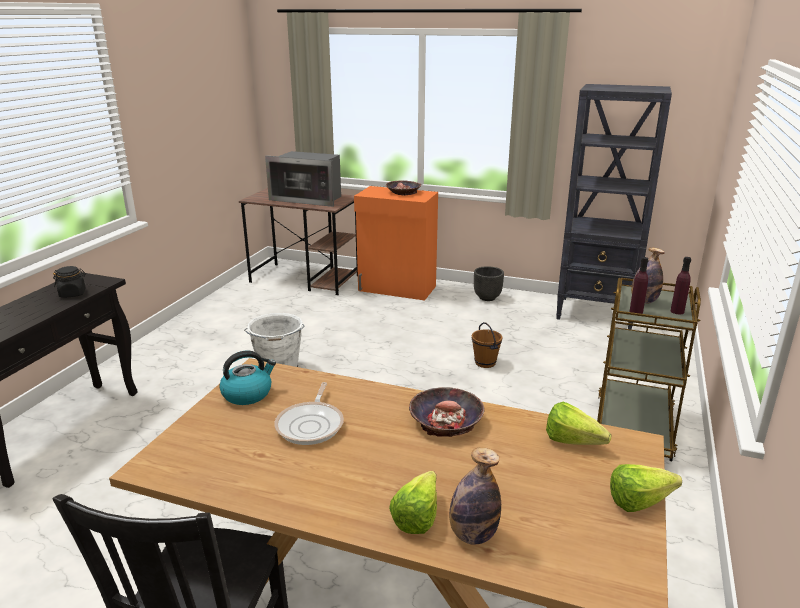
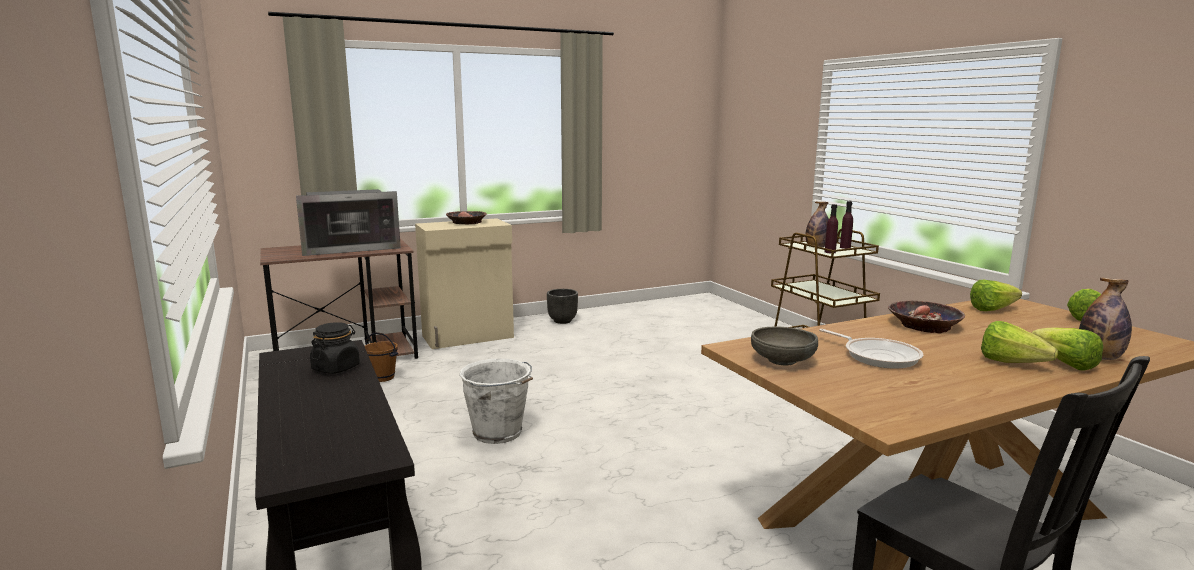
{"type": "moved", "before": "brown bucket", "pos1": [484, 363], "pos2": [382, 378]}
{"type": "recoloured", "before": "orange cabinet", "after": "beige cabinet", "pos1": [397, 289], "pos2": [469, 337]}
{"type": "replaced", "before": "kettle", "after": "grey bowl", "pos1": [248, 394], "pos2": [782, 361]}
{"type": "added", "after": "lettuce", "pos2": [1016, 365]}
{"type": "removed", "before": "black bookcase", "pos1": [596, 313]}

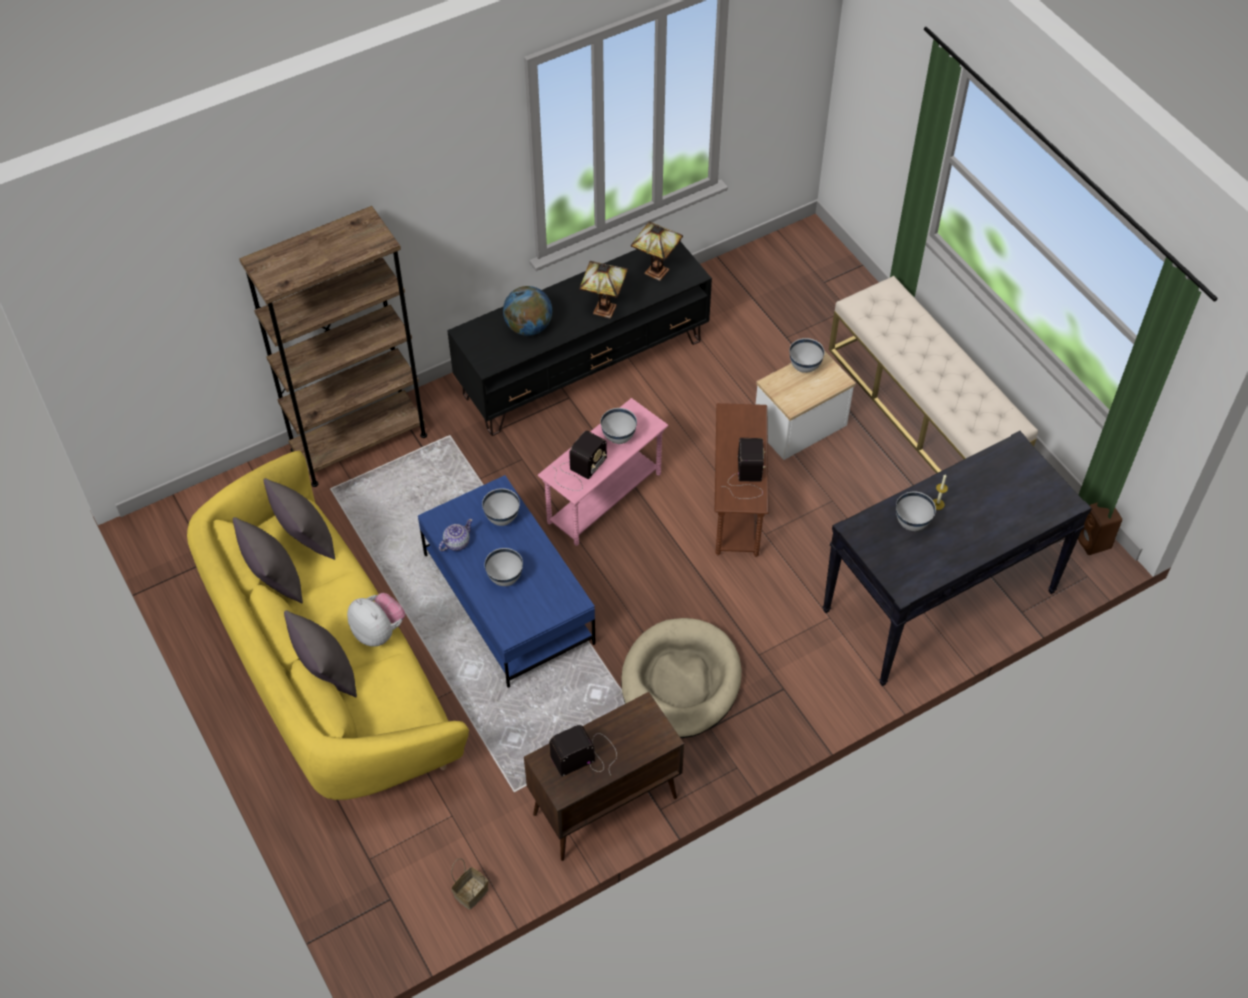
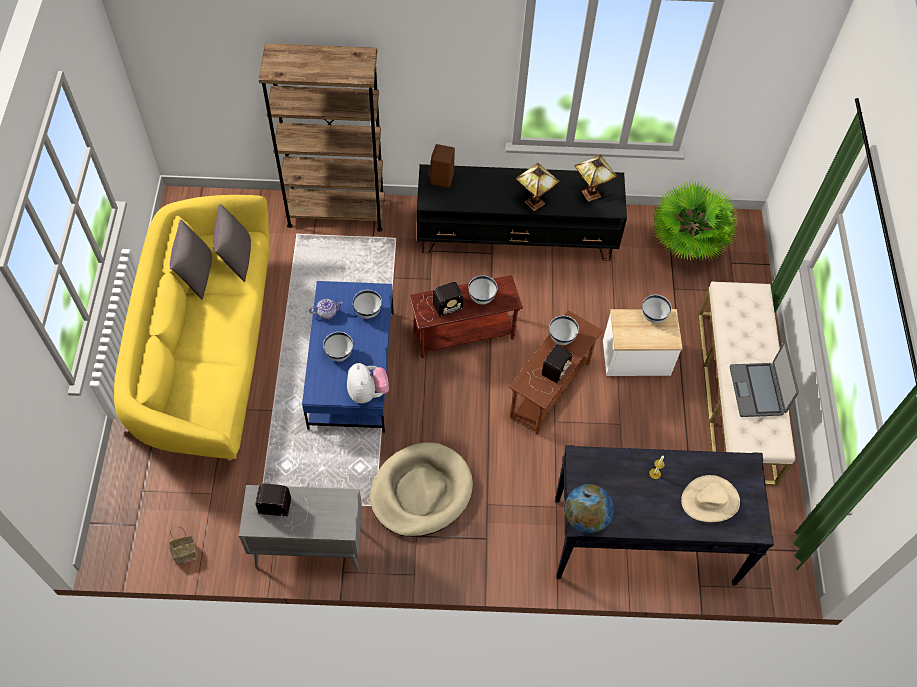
{"type": "recoloured", "before": "brown cabinet", "after": "grey cabinet", "pos1": [604, 807], "pos2": [308, 547]}
{"type": "moved", "before": "plush toy", "pos1": [378, 631], "pos2": [367, 392]}
{"type": "recoloured", "before": "pink side table", "after": "brown side table", "pos1": [603, 498], "pos2": [463, 335]}
{"type": "moved", "before": "brown speaker", "pos1": [1093, 542], "pos2": [442, 179]}
{"type": "moved", "before": "white bowl", "pos1": [912, 523], "pos2": [562, 338]}
{"type": "moved", "before": "globe", "pos1": [528, 327], "pos2": [586, 517]}
{"type": "added", "after": "potted plant", "pos2": [686, 246]}
{"type": "added", "after": "beige hat", "pos2": [710, 500]}
{"type": "added", "after": "laptop", "pos2": [757, 390]}
{"type": "removed", "before": "grey pillow", "pos1": [326, 674]}

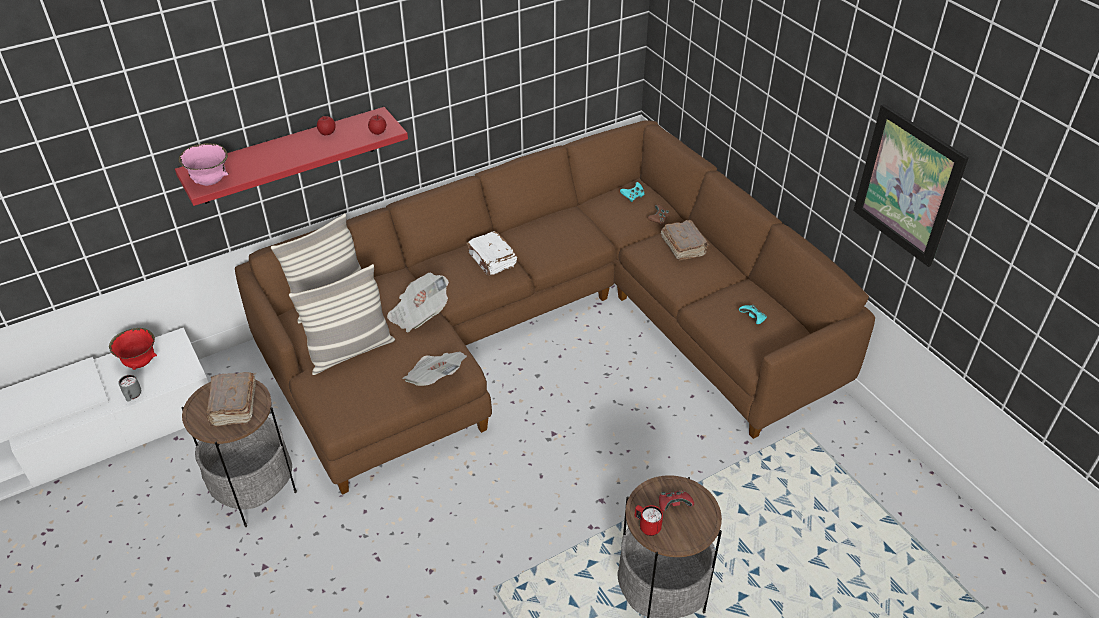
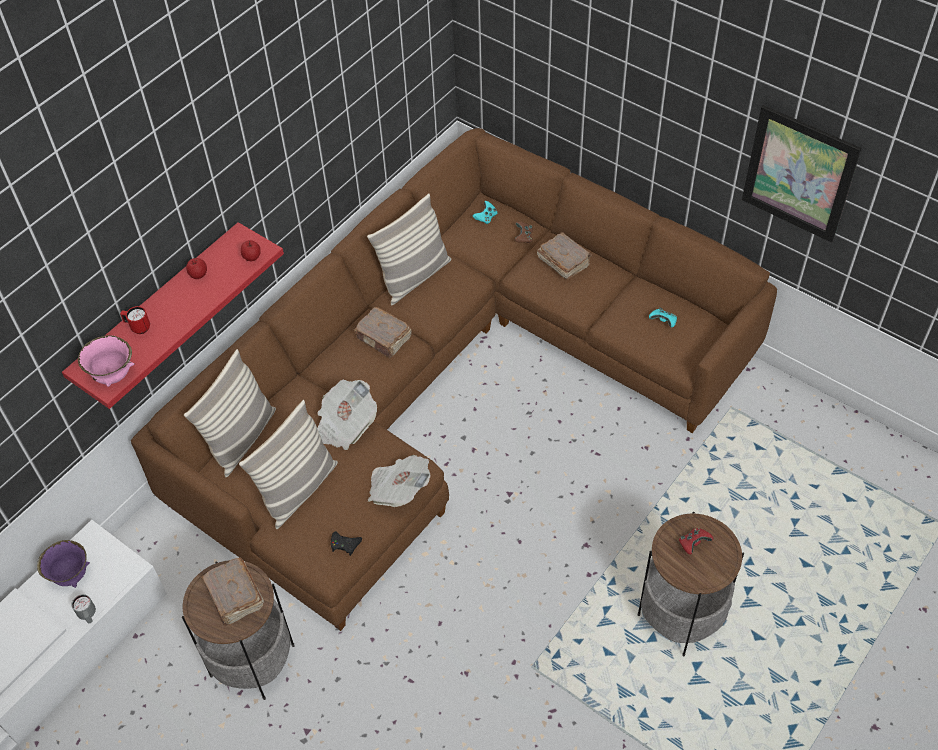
{"type": "recoloured", "before": "red bowl", "after": "purple bowl", "pos1": [140, 363], "pos2": [71, 575]}
{"type": "moved", "before": "red mug", "pos1": [647, 527], "pos2": [138, 327]}
{"type": "added", "after": "black game controller", "pos2": [345, 544]}
{"type": "recoloured", "before": "white book", "after": "brown book", "pos1": [492, 260], "pos2": [384, 338]}
{"type": "added", "after": "pillow", "pos2": [414, 277]}

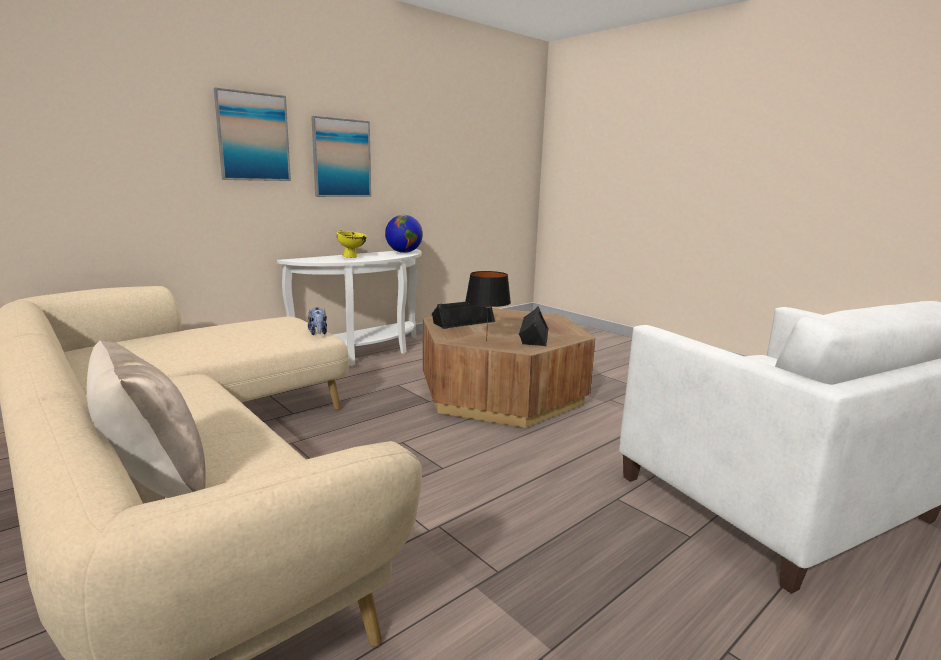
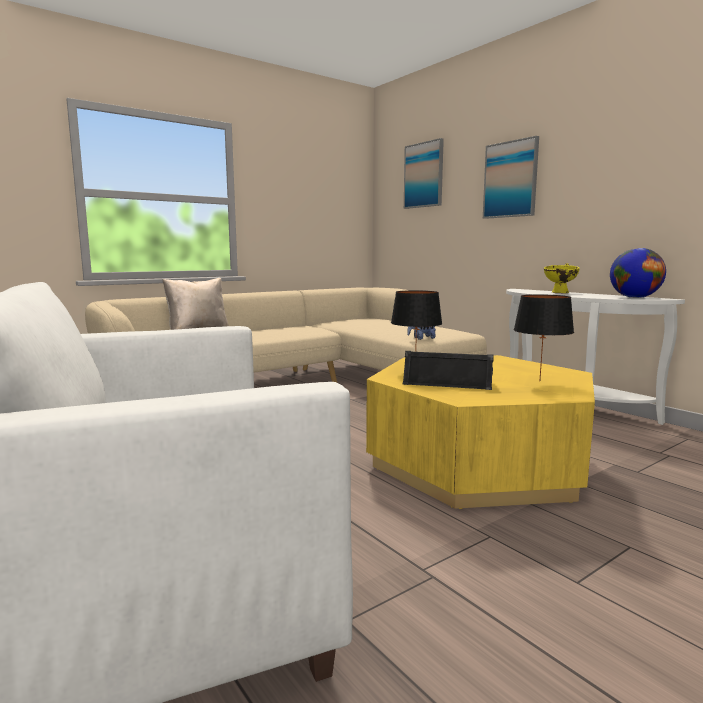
{"type": "recoloured", "before": "brown coffee table", "after": "yellow coffee table", "pos1": [501, 393], "pos2": [478, 462]}
{"type": "moved", "before": "picture", "pos1": [341, 158], "pos2": [424, 175]}
{"type": "added", "after": "black table lamp", "pos2": [539, 381]}
{"type": "removed", "before": "black speaker", "pos1": [463, 322]}

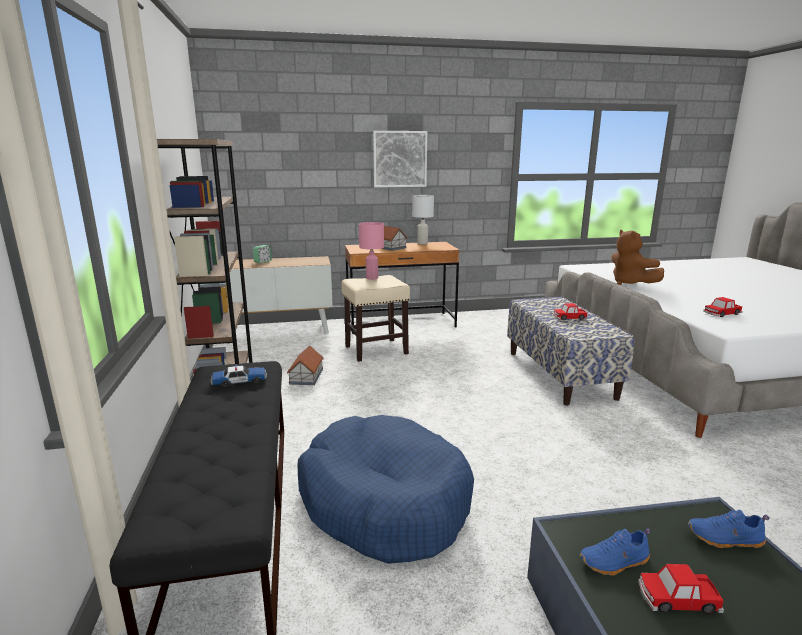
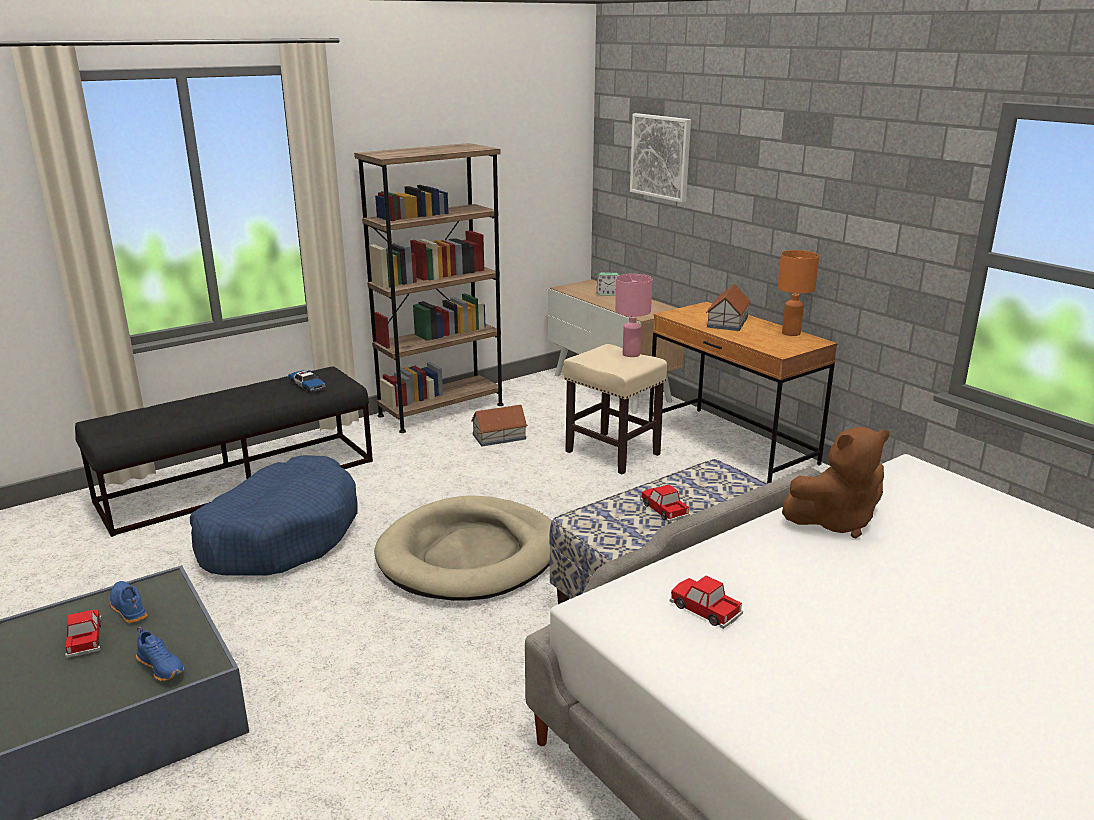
{"type": "turned", "before": "blue shoe", "pos1": [725, 539], "pos2": [162, 666], "turn": 150}
{"type": "added", "after": "beige dog bed", "pos2": [470, 555]}
{"type": "moved", "before": "picture", "pos1": [400, 159], "pos2": [661, 157]}
{"type": "recoloured", "before": "white table lamp", "after": "orange table lamp", "pos1": [422, 243], "pos2": [791, 333]}
{"type": "turned", "before": "brown plush toy", "pos1": [630, 283], "pos2": [835, 522], "turn": -150}

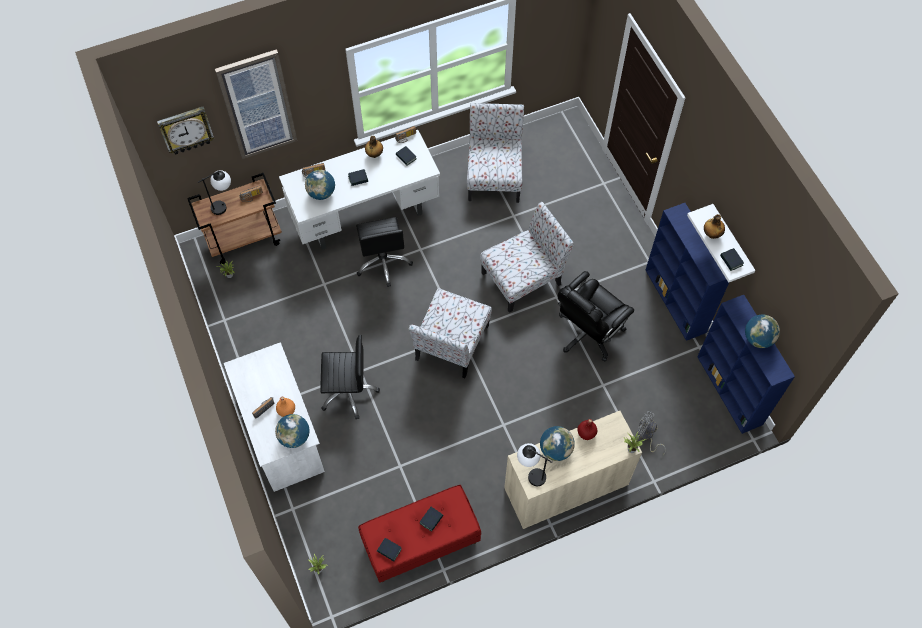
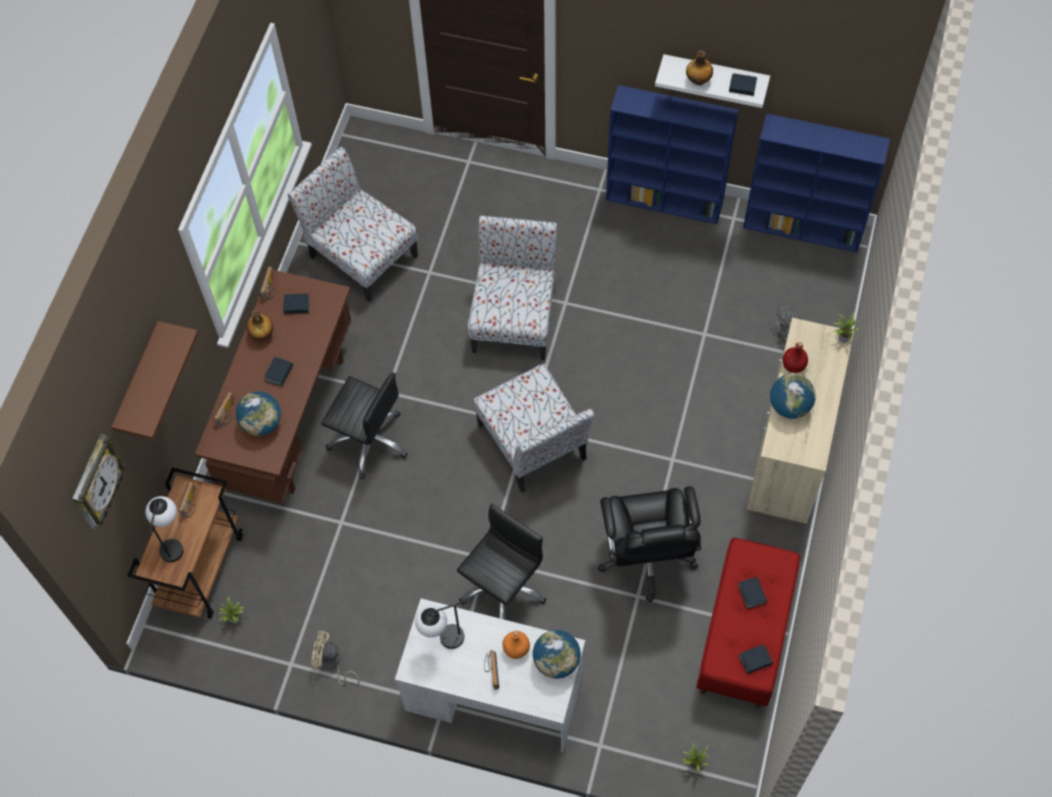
{"type": "replaced", "before": "picture", "after": "brown shelf", "pos1": [257, 105], "pos2": [139, 382]}
{"type": "recoloured", "before": "white desk", "after": "brown desk", "pos1": [365, 215], "pos2": [290, 417]}
{"type": "added", "after": "beige fan", "pos2": [331, 664]}
{"type": "moved", "before": "table lamp", "pos1": [530, 474], "pos2": [442, 640]}
{"type": "moved", "before": "black office chair", "pos1": [588, 333], "pos2": [647, 557]}
{"type": "removed", "before": "globe", "pos1": [758, 338]}

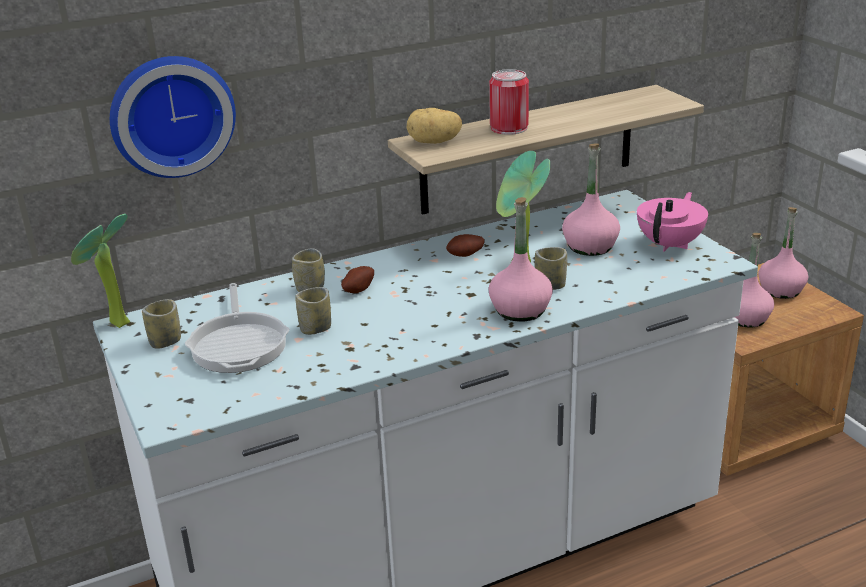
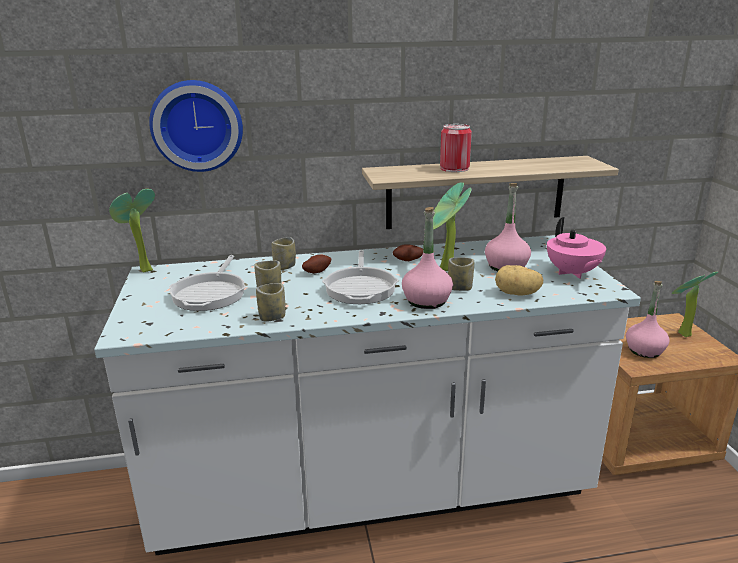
{"type": "moved", "before": "cup", "pos1": [165, 342], "pos2": [272, 317]}
{"type": "added", "after": "frying pan", "pos2": [361, 287]}
{"type": "moved", "before": "potato", "pos1": [434, 142], "pos2": [517, 294]}
{"type": "turned", "before": "pink teapot", "pos1": [670, 244], "pos2": [572, 273], "turn": 120}
{"type": "replaced", "before": "pink bottle", "after": "potted plant", "pos1": [780, 290], "pos2": [681, 334]}

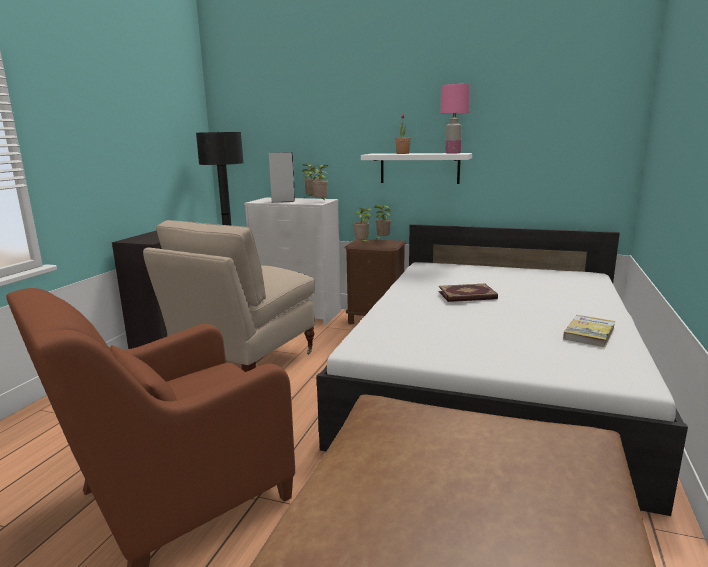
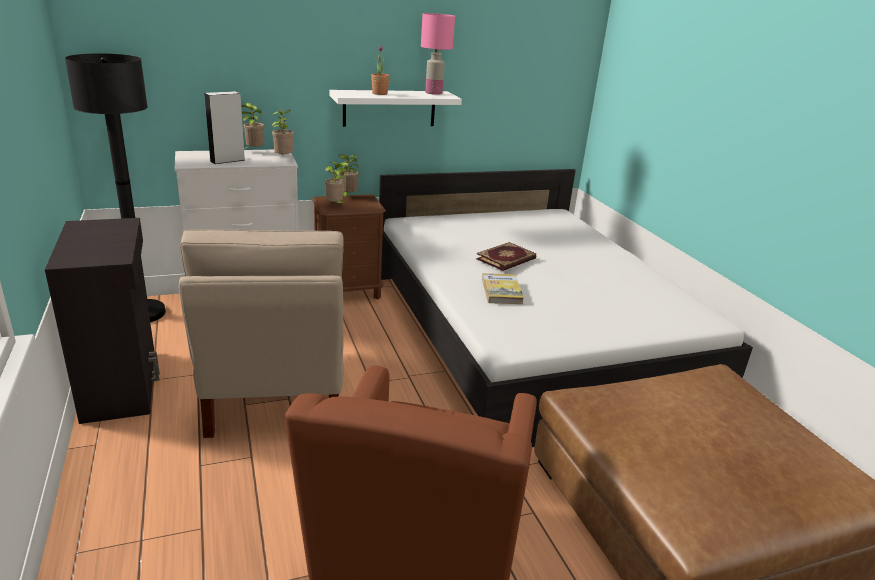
{"type": "moved", "before": "book", "pos1": [589, 333], "pos2": [501, 291]}

